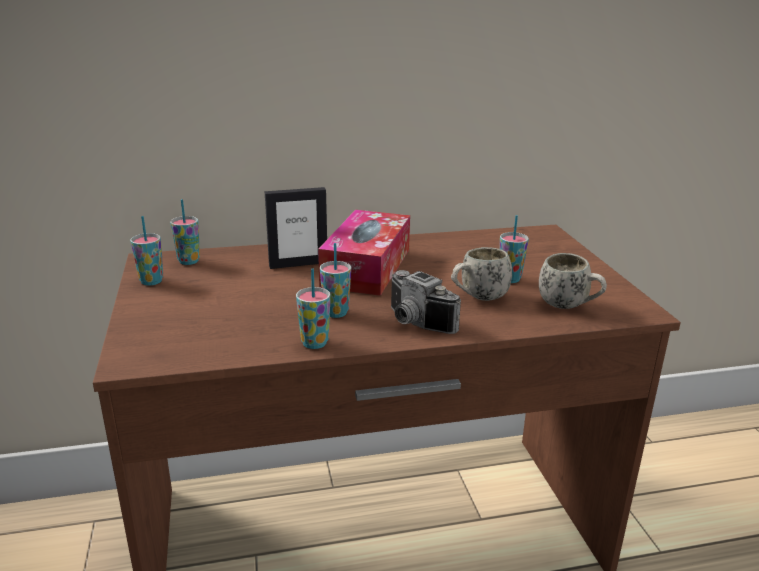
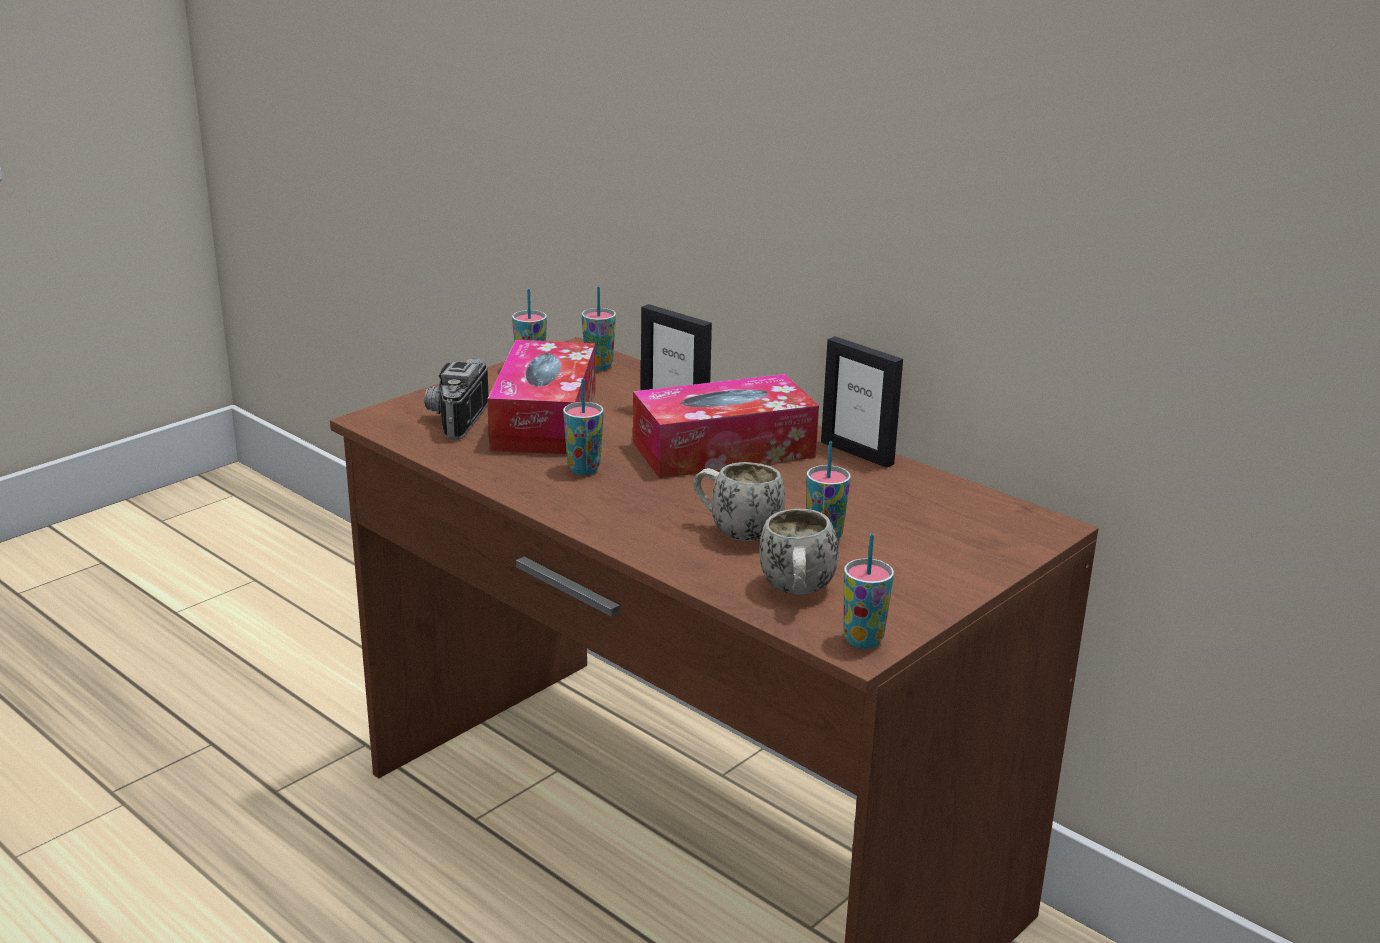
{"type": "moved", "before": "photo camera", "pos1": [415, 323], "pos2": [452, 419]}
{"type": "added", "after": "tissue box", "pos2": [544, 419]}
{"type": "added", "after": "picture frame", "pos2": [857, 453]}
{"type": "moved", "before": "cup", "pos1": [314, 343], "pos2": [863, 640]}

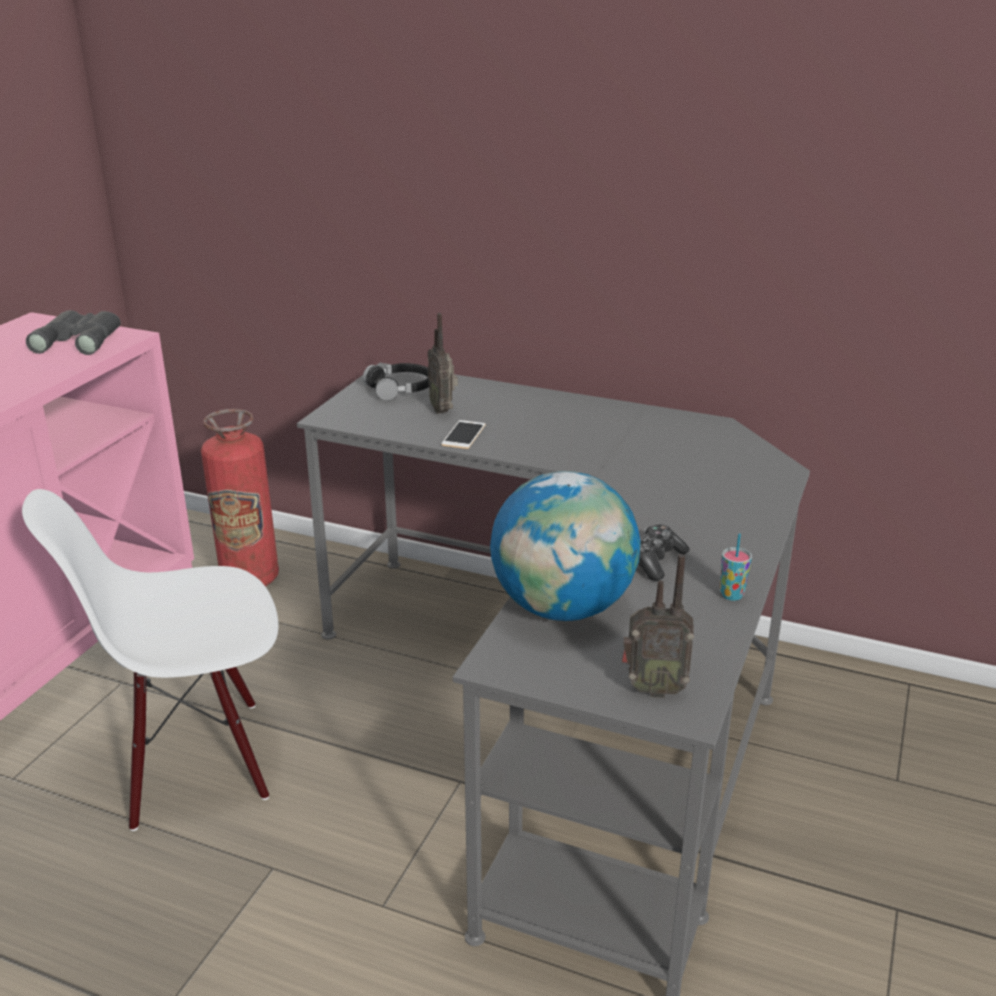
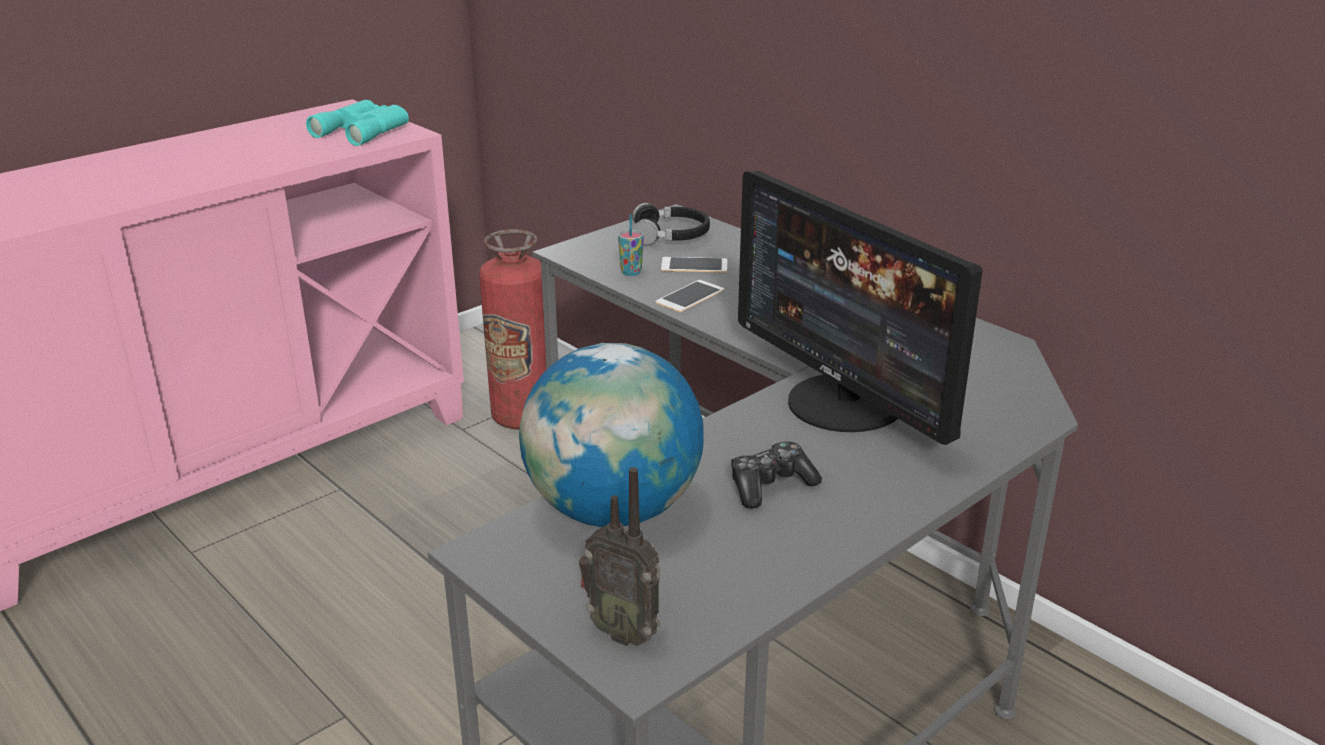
{"type": "recoloured", "before": "grey binoculars", "after": "turquoise binoculars", "pos1": [80, 339], "pos2": [364, 130]}
{"type": "moved", "before": "cup", "pos1": [732, 595], "pos2": [631, 272]}
{"type": "replaced", "before": "radio", "after": "phone", "pos1": [443, 410], "pos2": [694, 265]}
{"type": "added", "after": "monitor", "pos2": [844, 403]}
{"type": "removed", "before": "white chair", "pos1": [196, 761]}

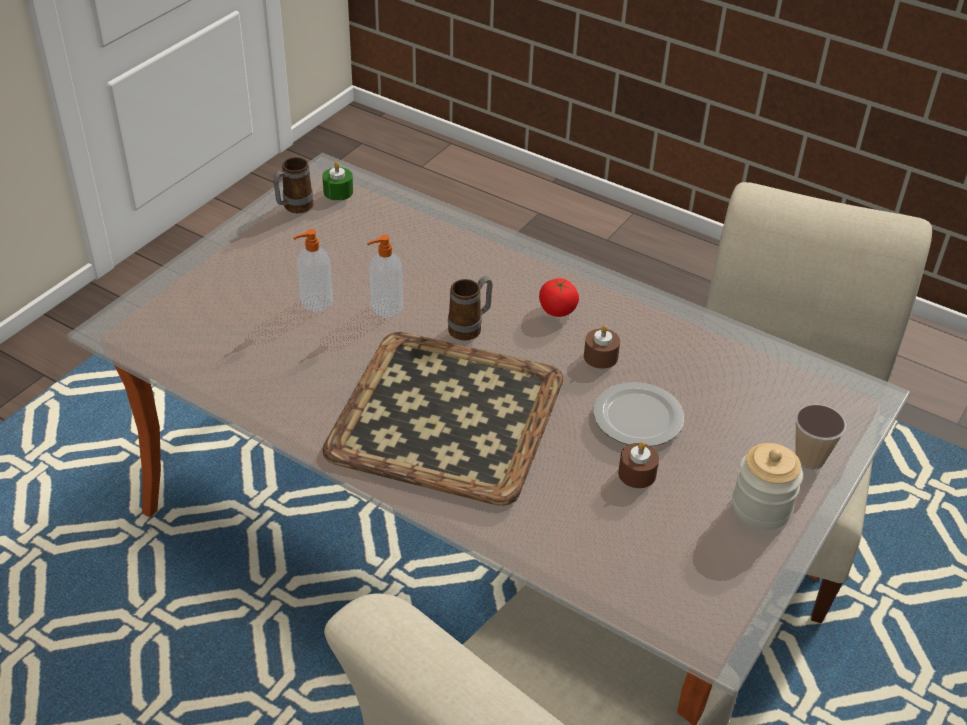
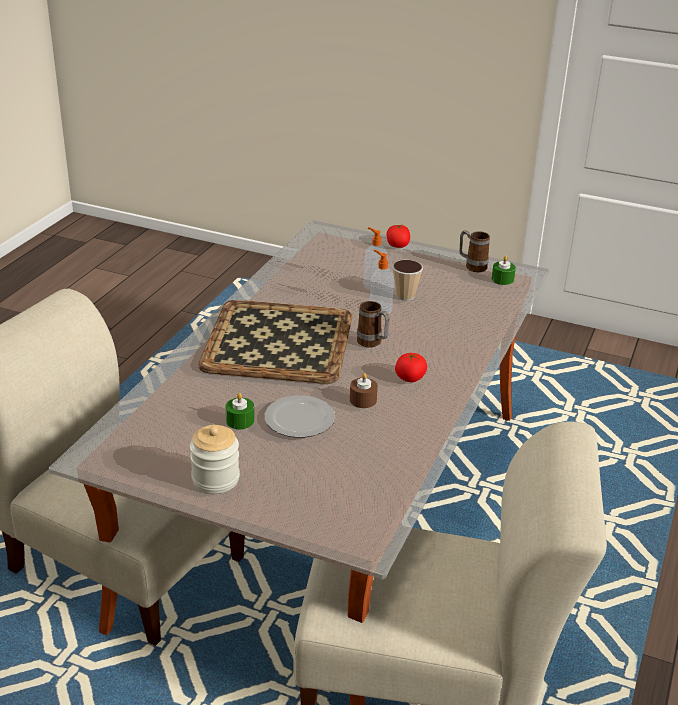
{"type": "recoloured", "before": "brown candle", "after": "green candle", "pos1": [637, 474], "pos2": [240, 421]}
{"type": "added", "after": "tomato", "pos2": [397, 246]}
{"type": "moved", "before": "cup", "pos1": [809, 459], "pos2": [405, 296]}

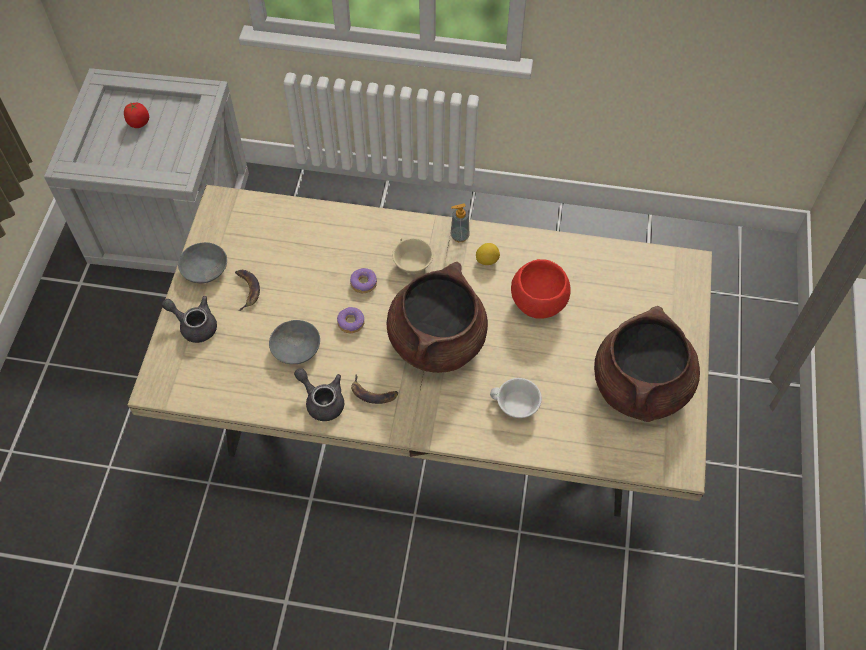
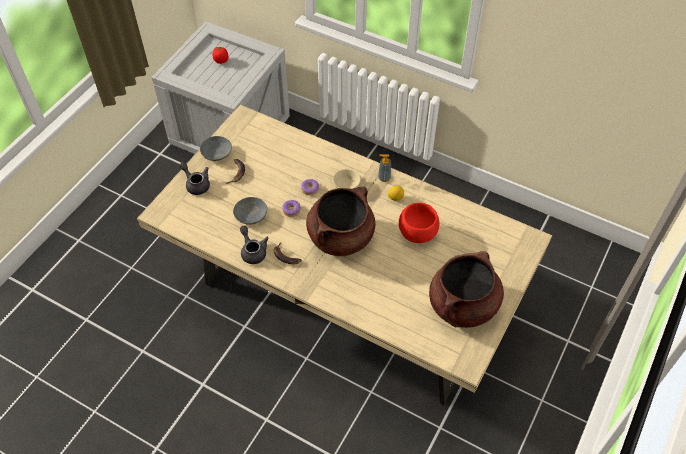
{"type": "removed", "before": "white cup", "pos1": [515, 407]}

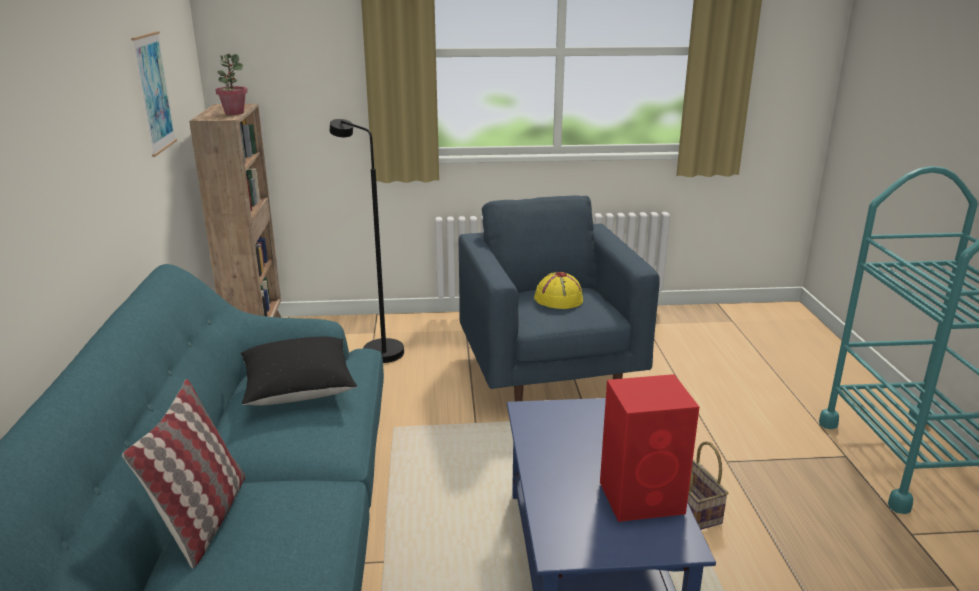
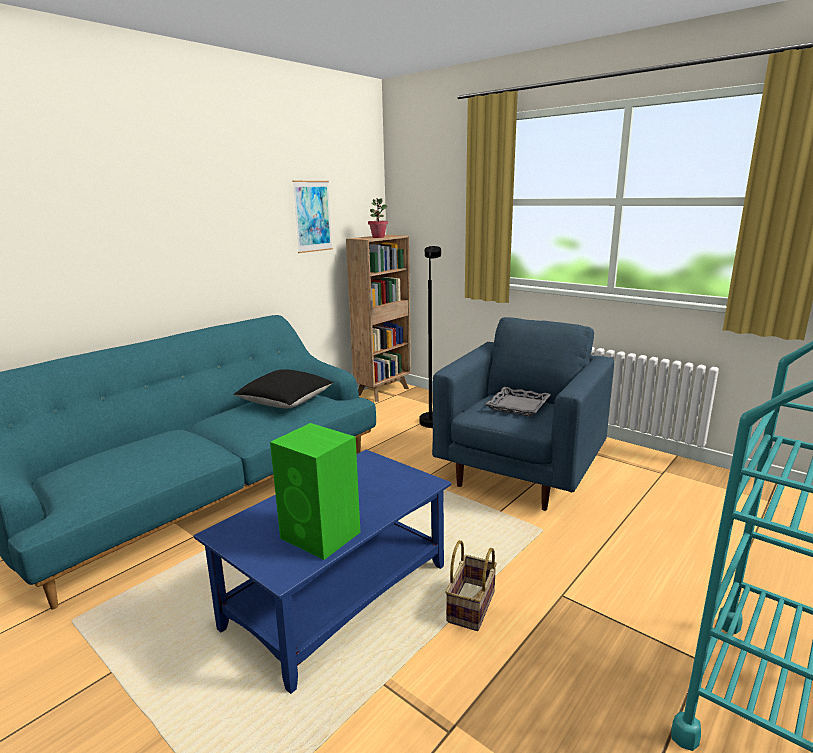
{"type": "recoloured", "before": "red speaker", "after": "green speaker", "pos1": [643, 497], "pos2": [322, 536]}
{"type": "replaced", "before": "yellow hat", "after": "grey tray", "pos1": [558, 299], "pos2": [517, 405]}
{"type": "removed", "before": "pillow", "pos1": [203, 520]}

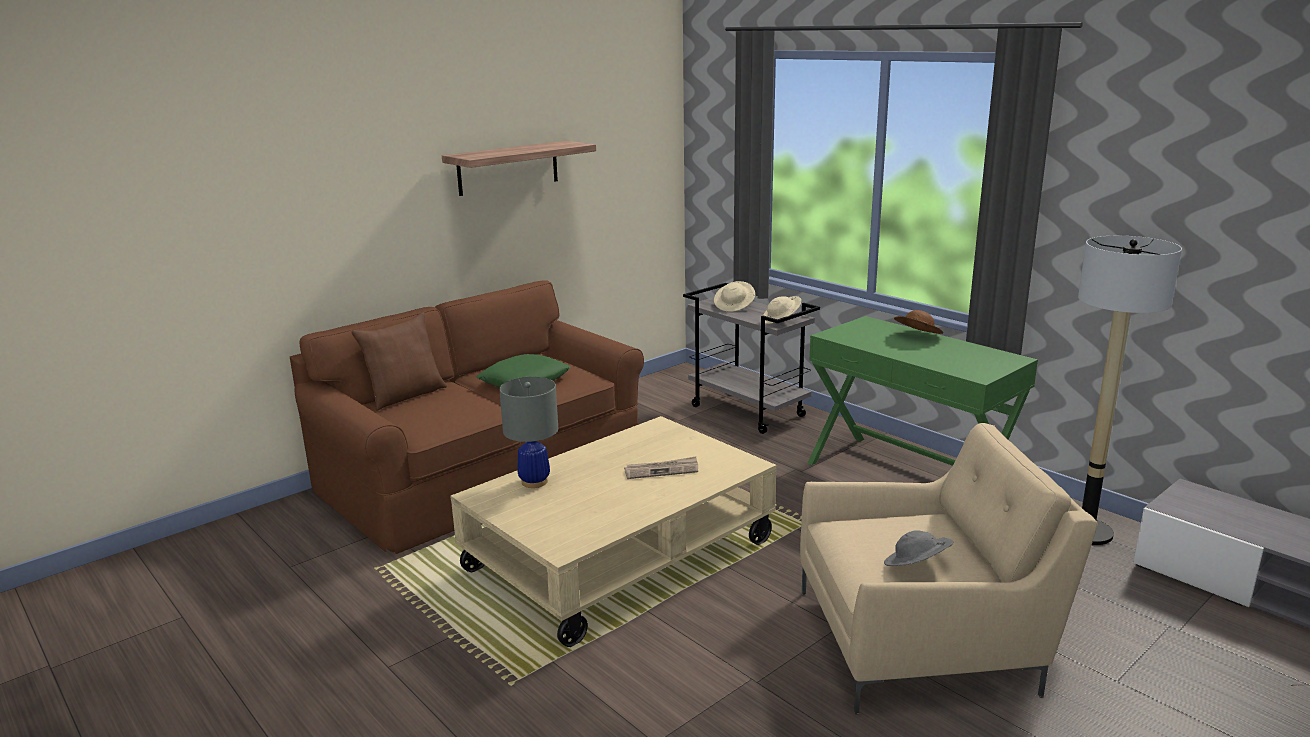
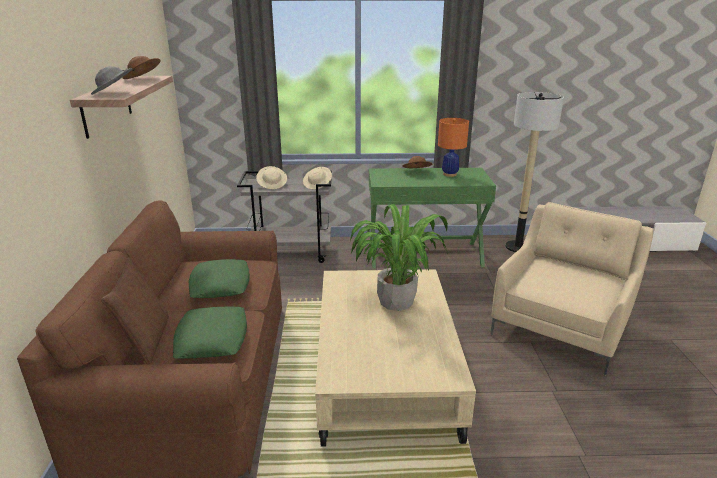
{"type": "moved", "before": "grey hat", "pos1": [916, 567], "pos2": [114, 93]}
{"type": "added", "after": "brown hat", "pos2": [143, 79]}
{"type": "added", "after": "green pillow", "pos2": [212, 338]}
{"type": "replaced", "before": "newspaper", "after": "potted plant", "pos1": [662, 470], "pos2": [395, 301]}
{"type": "added", "after": "orange table lamp", "pos2": [450, 174]}
{"type": "removed", "before": "grey table lamp", "pos1": [534, 482]}

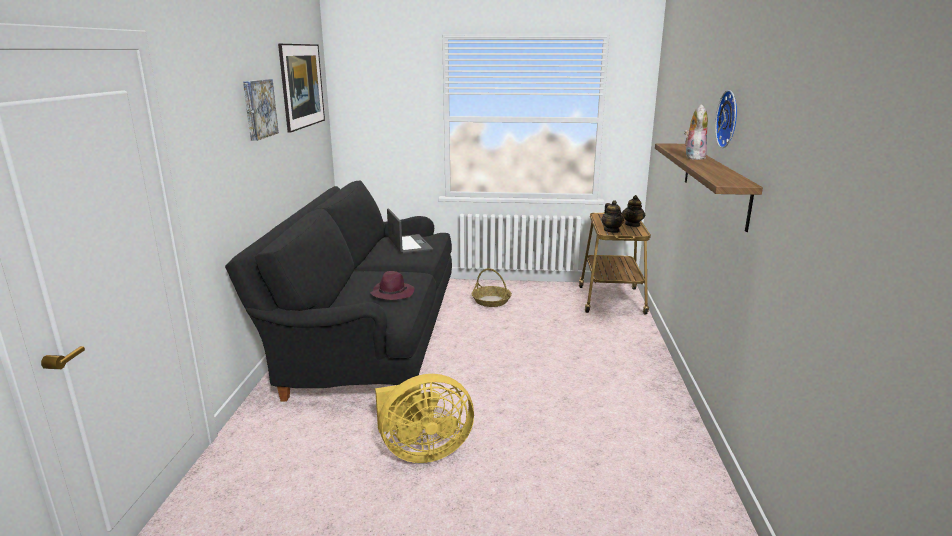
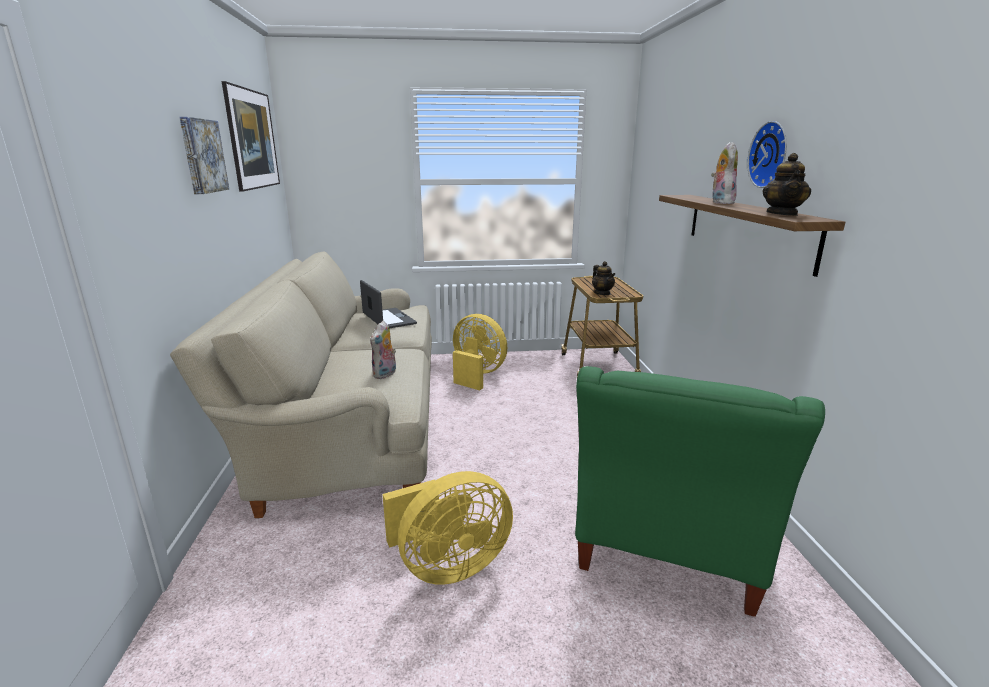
{"type": "recoloured", "before": "black sofa", "after": "beige sofa", "pos1": [369, 334], "pos2": [351, 422]}
{"type": "replaced", "before": "purple hat", "after": "plush toy", "pos1": [392, 293], "pos2": [385, 374]}
{"type": "replaced", "before": "basket", "after": "yellow fan", "pos1": [491, 301], "pos2": [477, 375]}
{"type": "added", "after": "green armchair", "pos2": [666, 554]}
{"type": "moved", "before": "teapot", "pos1": [633, 225], "pos2": [782, 214]}

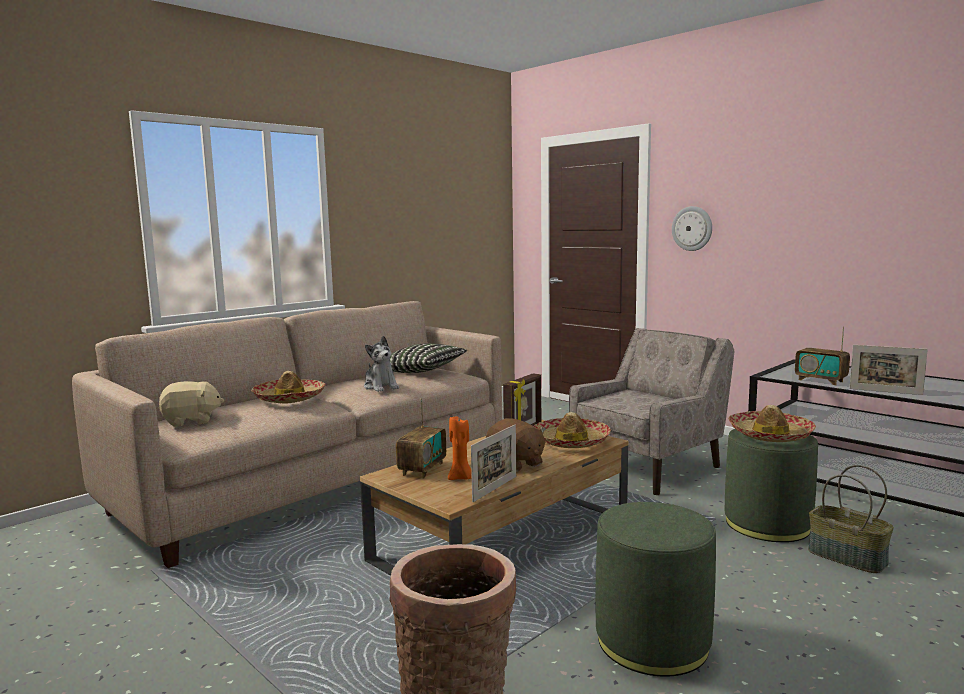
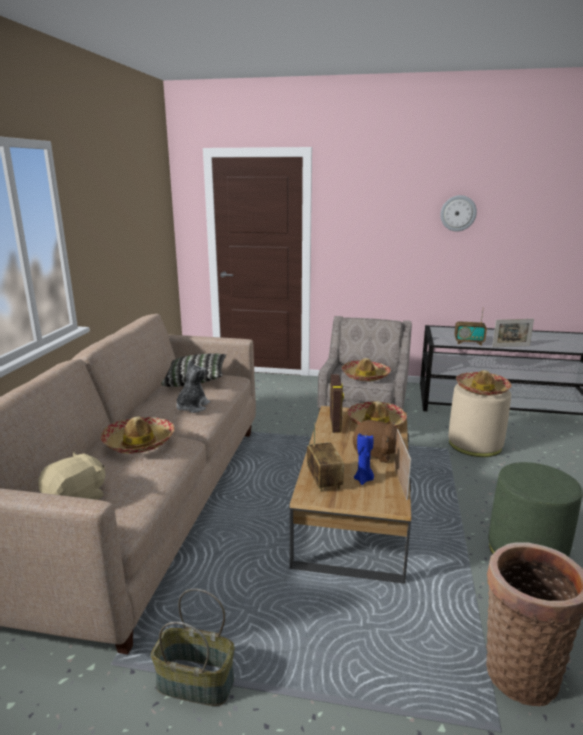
{"type": "moved", "before": "basket", "pos1": [846, 557], "pos2": [194, 683]}
{"type": "turned", "before": "plush toy", "pos1": [381, 387], "pos2": [192, 407], "turn": -90}
{"type": "added", "after": "hat", "pos2": [365, 376]}
{"type": "recoloured", "before": "orange candle", "after": "blue candle", "pos1": [461, 478], "pos2": [363, 480]}
{"type": "moved", "before": "wall clock", "pos1": [692, 228], "pos2": [458, 213]}
{"type": "recoloured", "before": "green ottoman", "after": "beige ottoman", "pos1": [767, 524], "pos2": [475, 444]}

